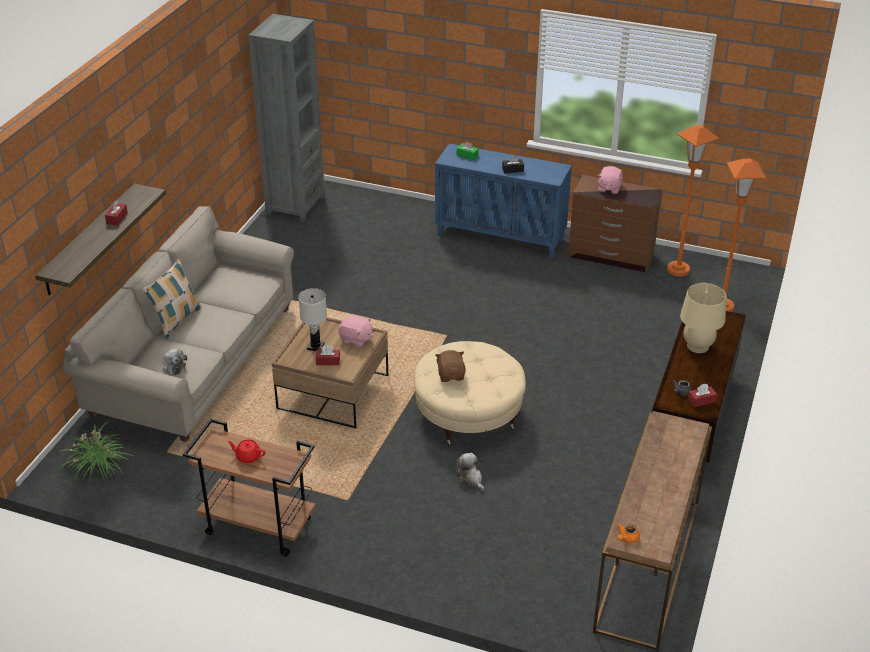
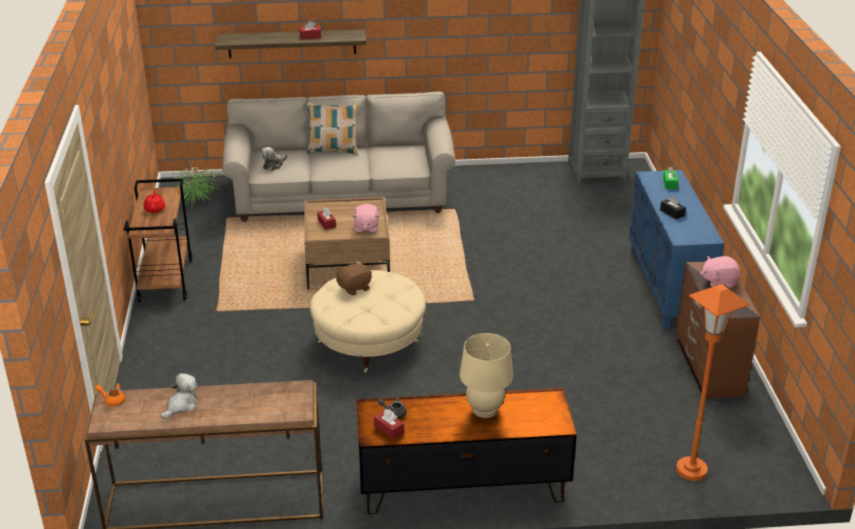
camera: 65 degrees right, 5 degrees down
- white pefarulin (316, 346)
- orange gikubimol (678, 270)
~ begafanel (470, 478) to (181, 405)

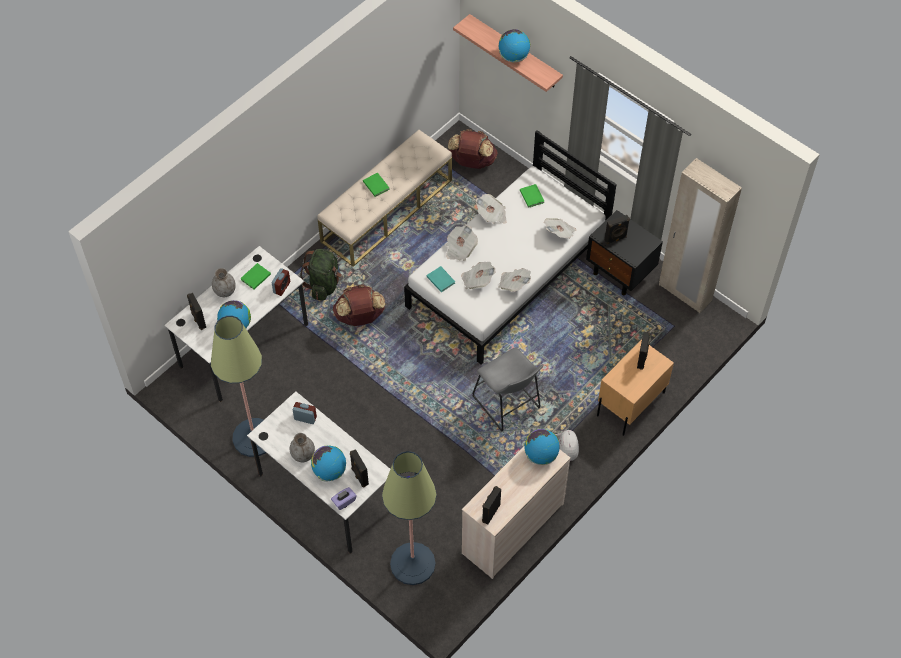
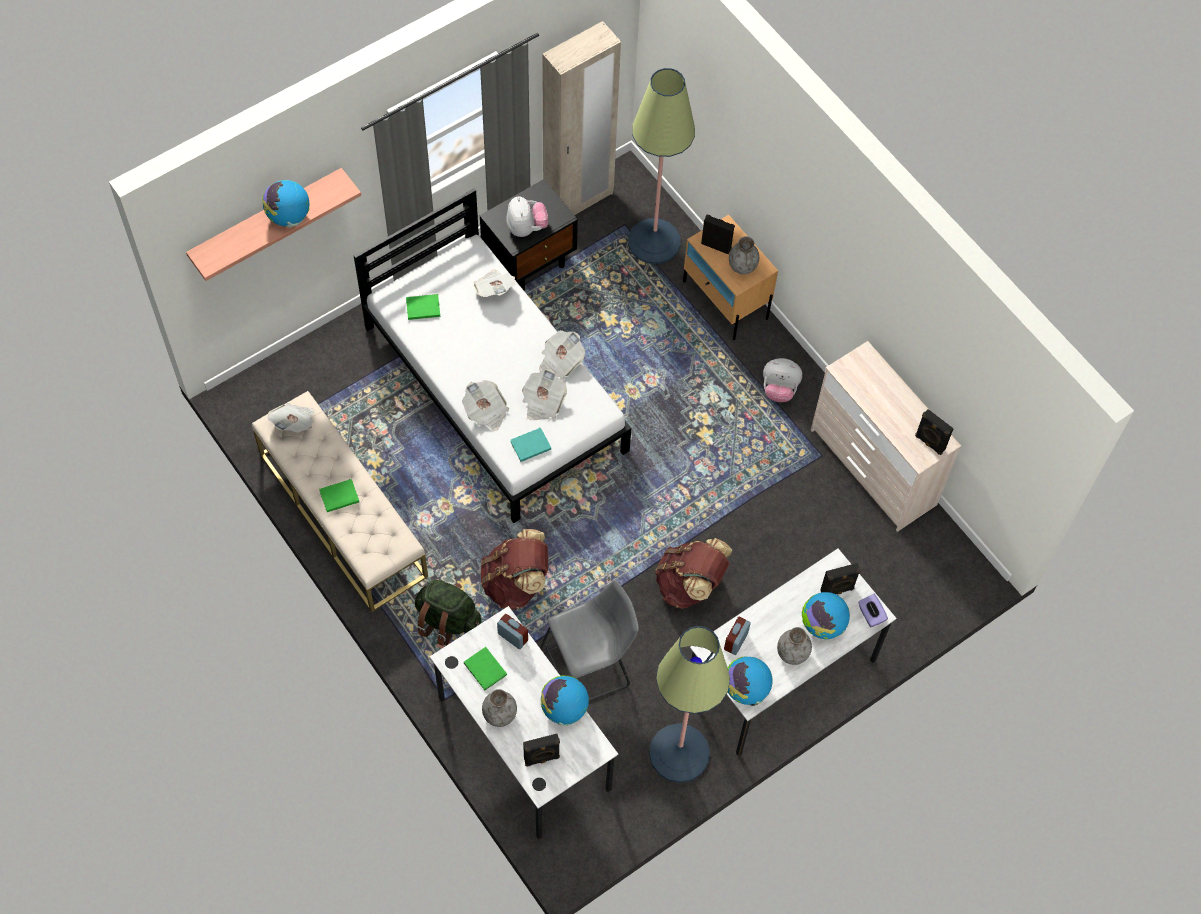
camera: 80 degrees left, 5 degrees up
+ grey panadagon (742, 266)
~ gikubimol (412, 564) to (654, 242)
~ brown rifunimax (472, 162) to (690, 585)
~ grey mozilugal (508, 405) to (589, 668)
~ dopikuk (491, 215) to (294, 423)
~ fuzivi (541, 455) to (746, 689)
~ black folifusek (615, 239) to begafanel (526, 228)

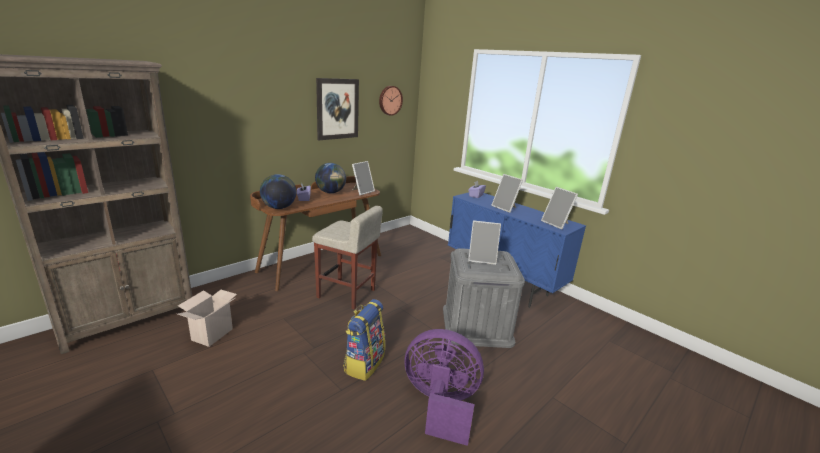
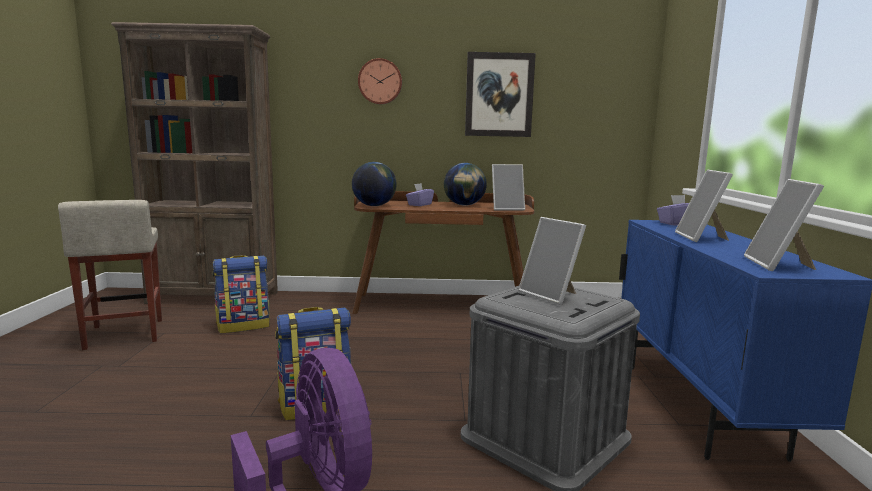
camera: 45 degrees right, 10 degrees down
~ beige mozilugal (347, 294) to (124, 334)
~ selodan (390, 100) to (380, 81)
~ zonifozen (212, 333) to rifunimax (244, 325)

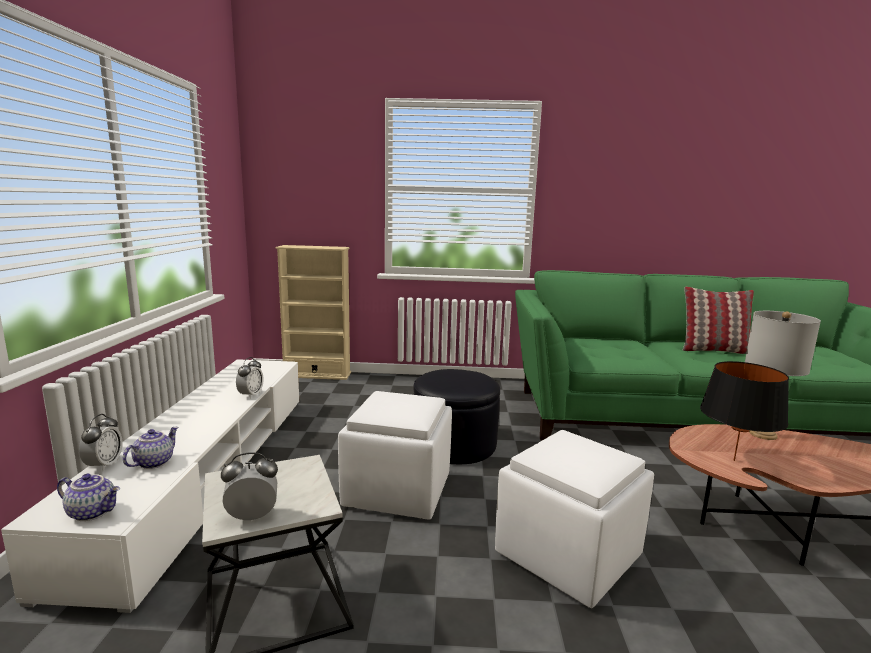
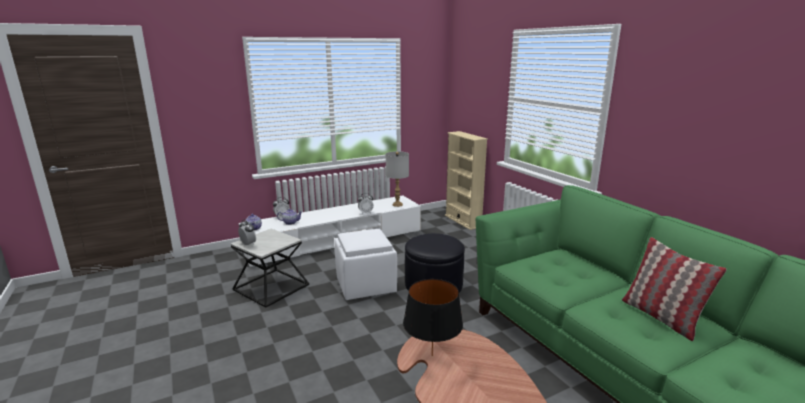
camera: 60 degrees right, 5 degrees up
- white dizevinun (567, 553)
~ grey pefarulin (763, 434) to (397, 204)

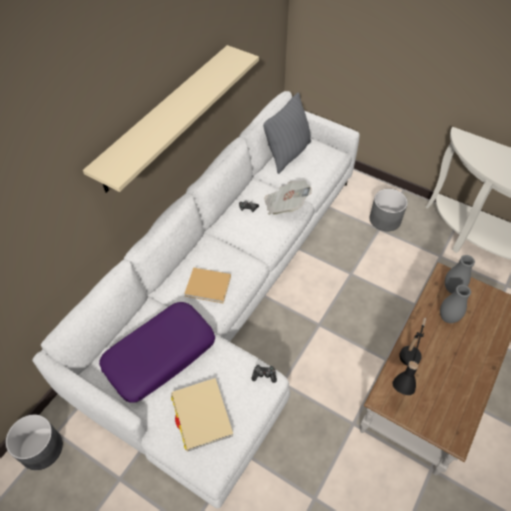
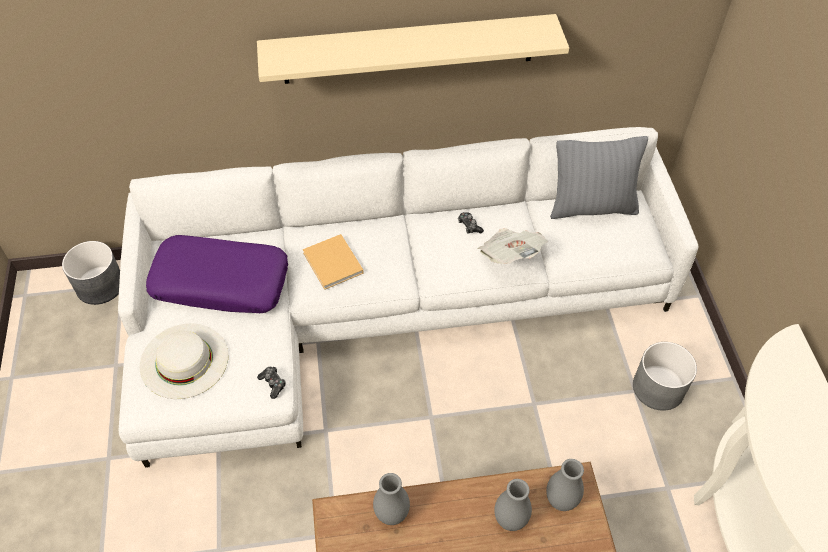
camera: 50 degrees right, 0 degrees up
~ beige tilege (201, 415) to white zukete (184, 360)
~ black pefarulin (405, 370) to grey panadagon (392, 514)

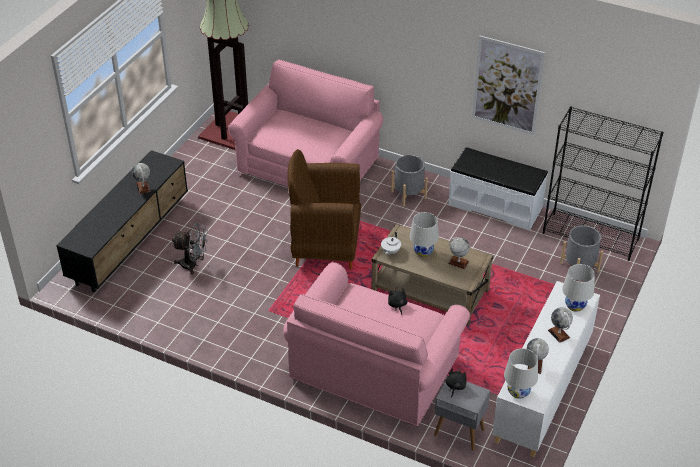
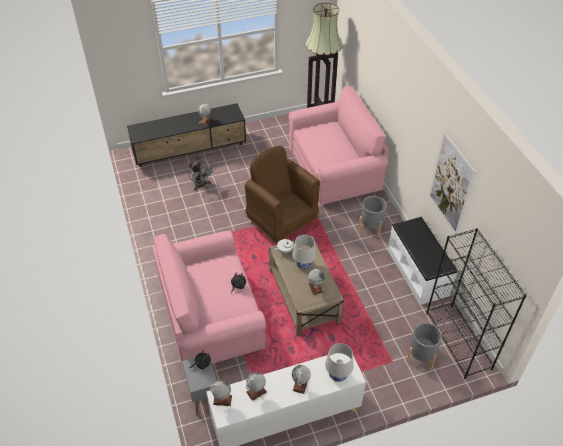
camera: 45 degrees right, 5 degrees up
~ white pefarulin (518, 392) to fuzivi (222, 400)

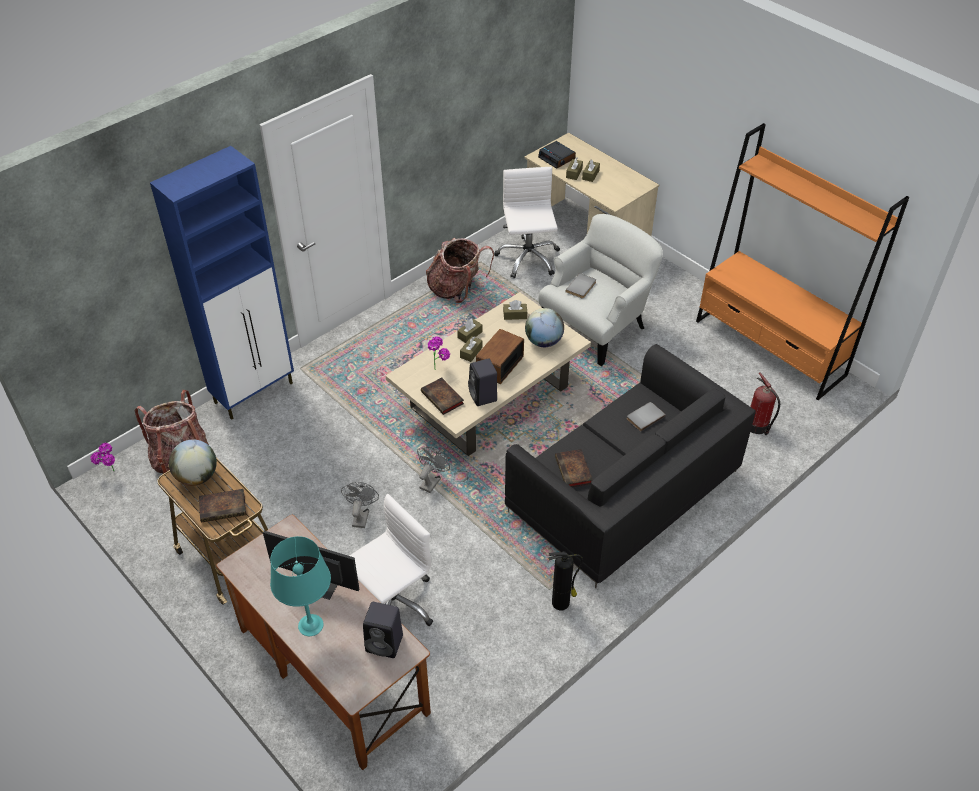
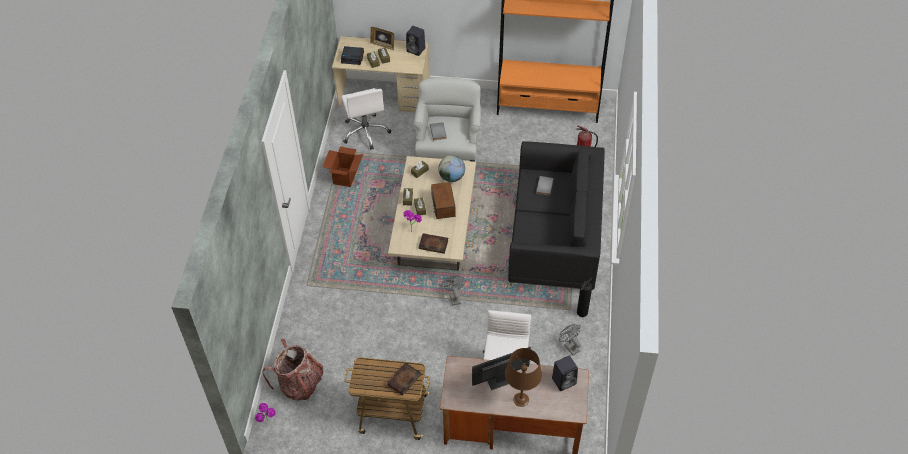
camera: 40 degrees left, 5 degrees up
- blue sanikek (255, 392)
- fuzivi (197, 477)
- tilege (574, 471)
+ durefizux (383, 45)
~ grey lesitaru (361, 516) to (569, 346)
~ black folifusek (483, 396) to (416, 50)
~ rifunimax (457, 289) to zonifozen (345, 177)
~ turquoise pefarulin (311, 625) to brown pefarulin (521, 399)
~ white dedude (527, 258) = (366, 132) 150 degrees counterclockwise

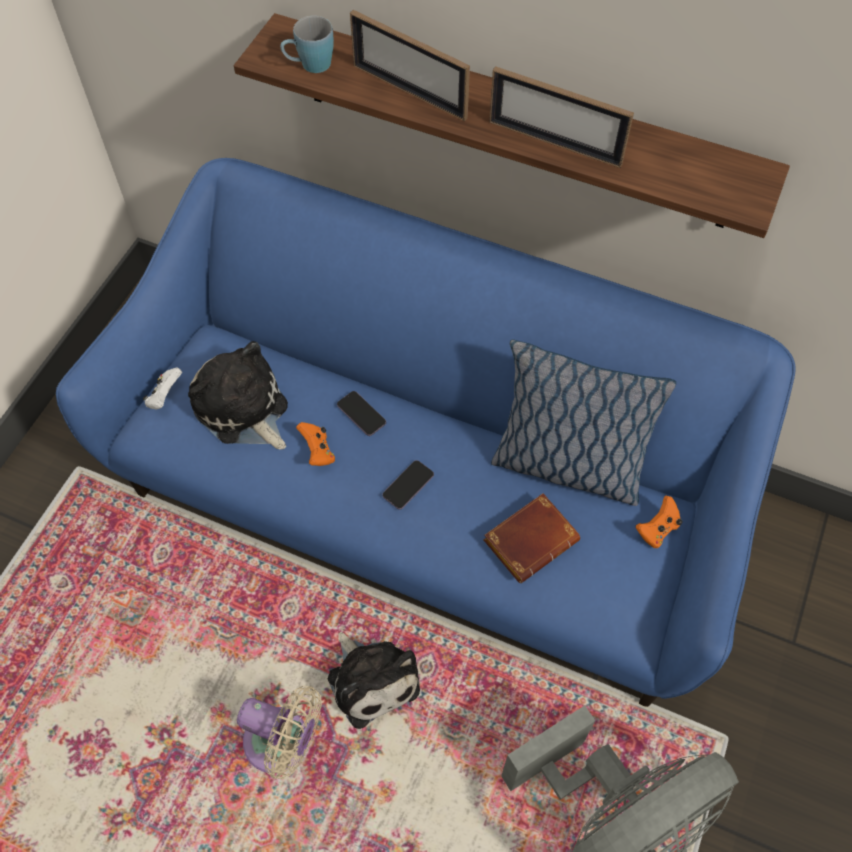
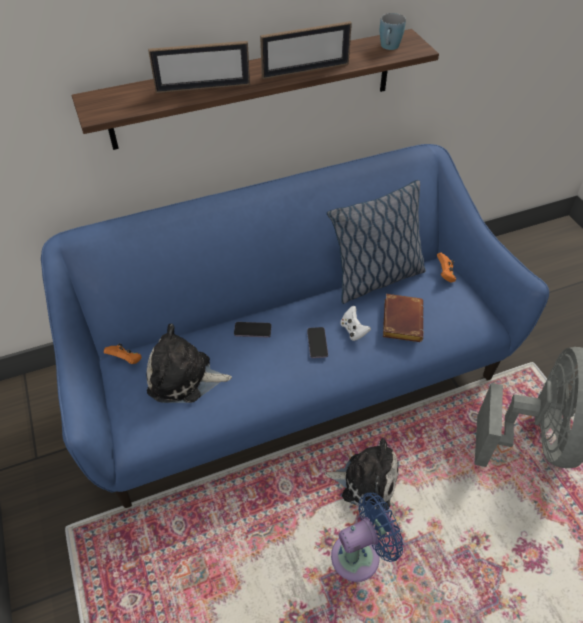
camera: 45 degrees left, 10 degrees down
~ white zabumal (165, 397) to (353, 330)
~ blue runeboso (309, 66) to (389, 47)
~ orange zabumal (318, 452) to (126, 360)
~ beige lesitaru (283, 743) to blue lesitaru (360, 555)

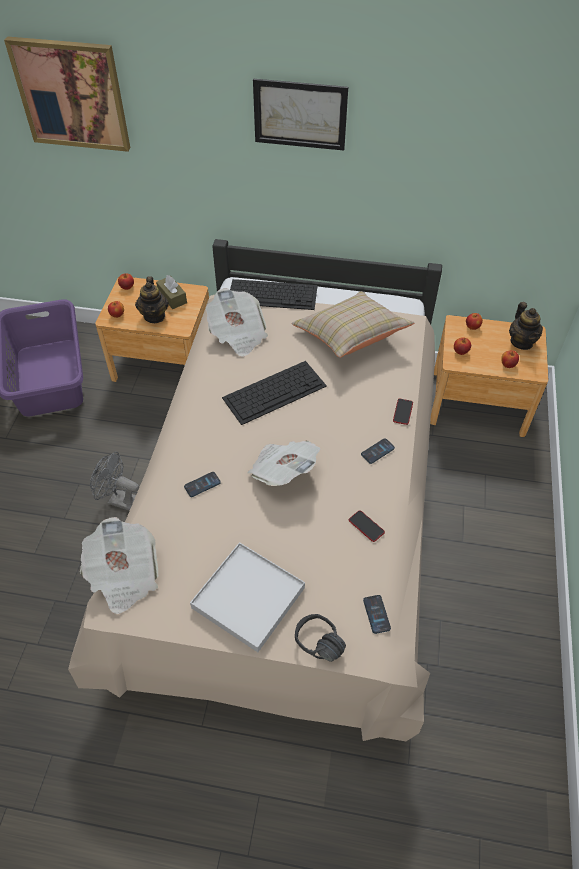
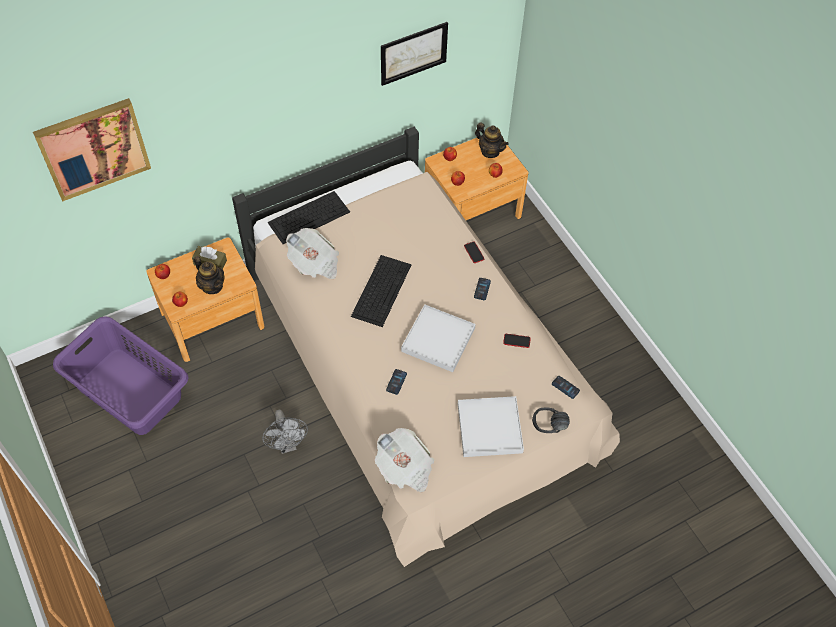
camera: 40 degrees left, 5 degrees up
- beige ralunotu (350, 337)
~ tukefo (300, 114) to (413, 53)
~ dopikuk (283, 471) to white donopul (438, 340)
~ grey lesitaru (119, 500) = (287, 445) 90 degrees counterclockwise

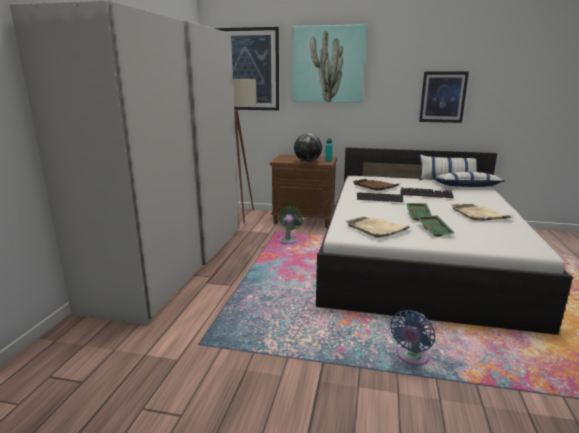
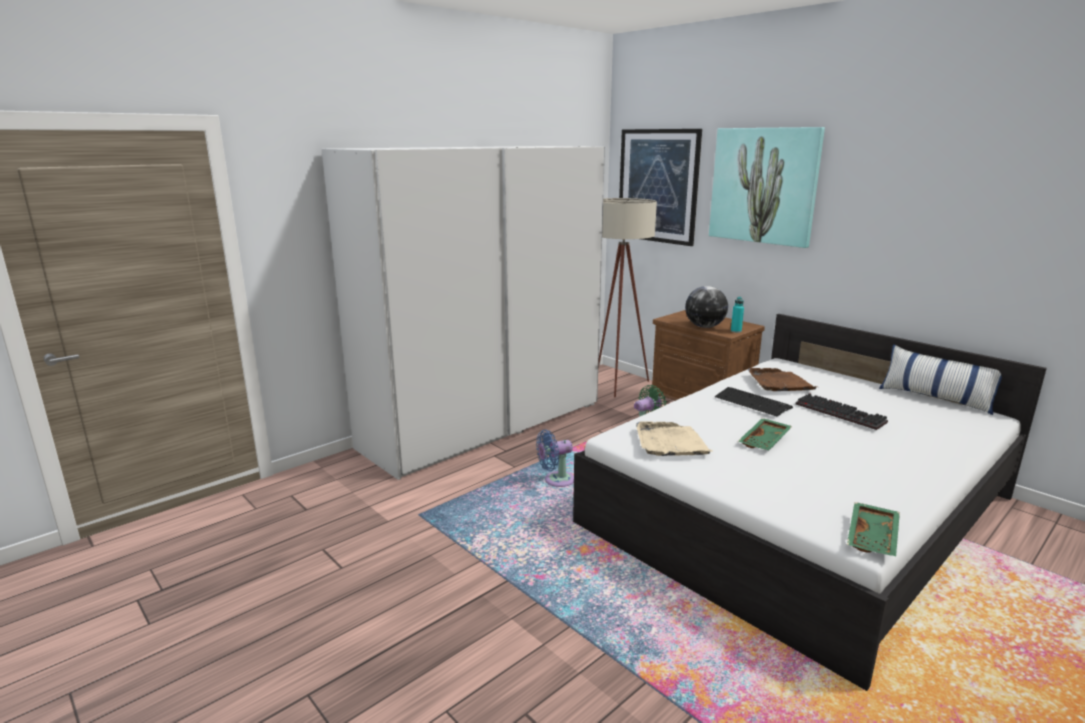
camera: 35 degrees right, 0 degrees up
- tukefo (443, 97)
- ralunotu (466, 186)
- beige donopul (478, 214)
~ blue lesitaru (411, 358) to (556, 480)
~ green donopul (435, 230) to (874, 537)

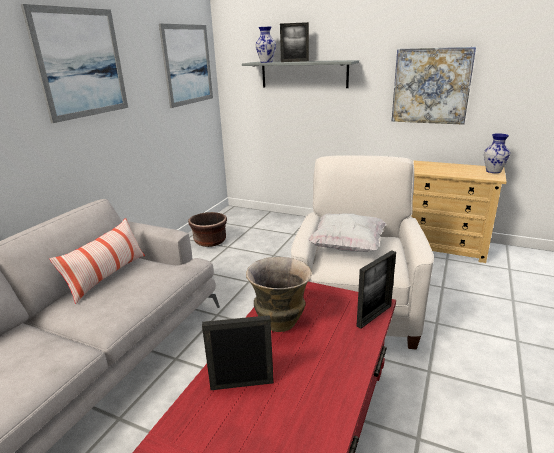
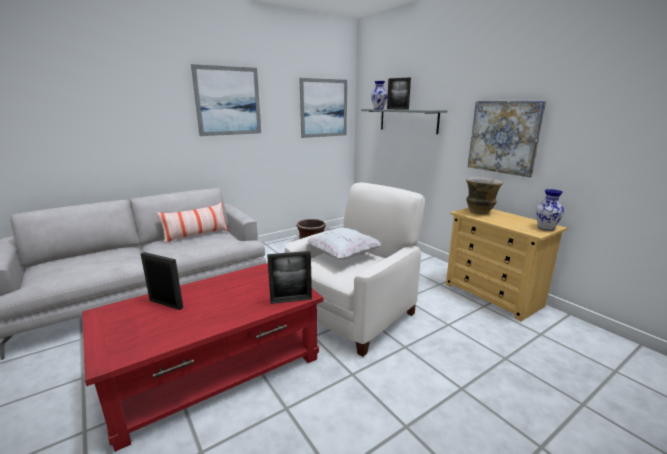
camera: 30 degrees right, 5 degrees down
~ panadagon (280, 322) to (479, 212)

